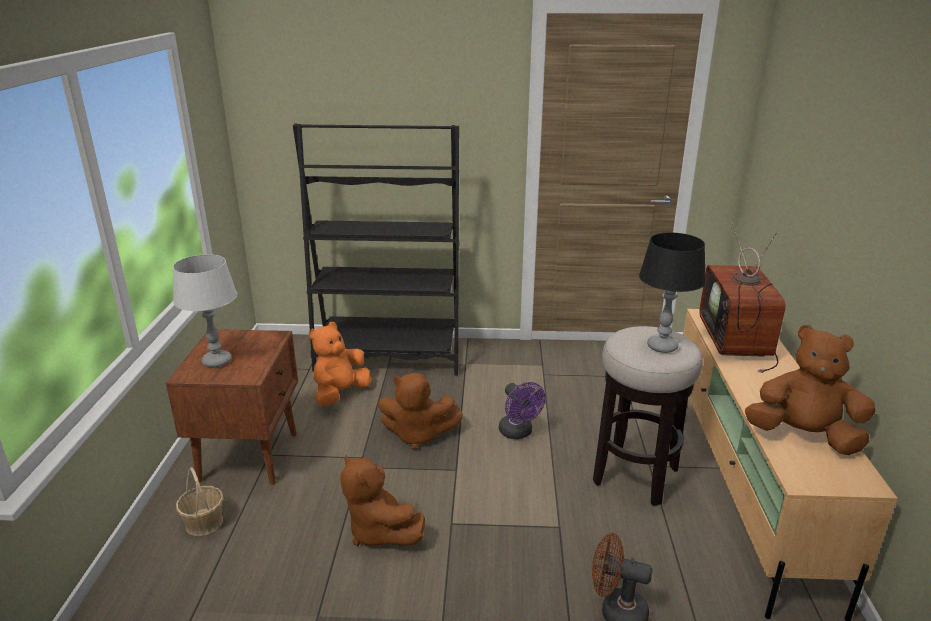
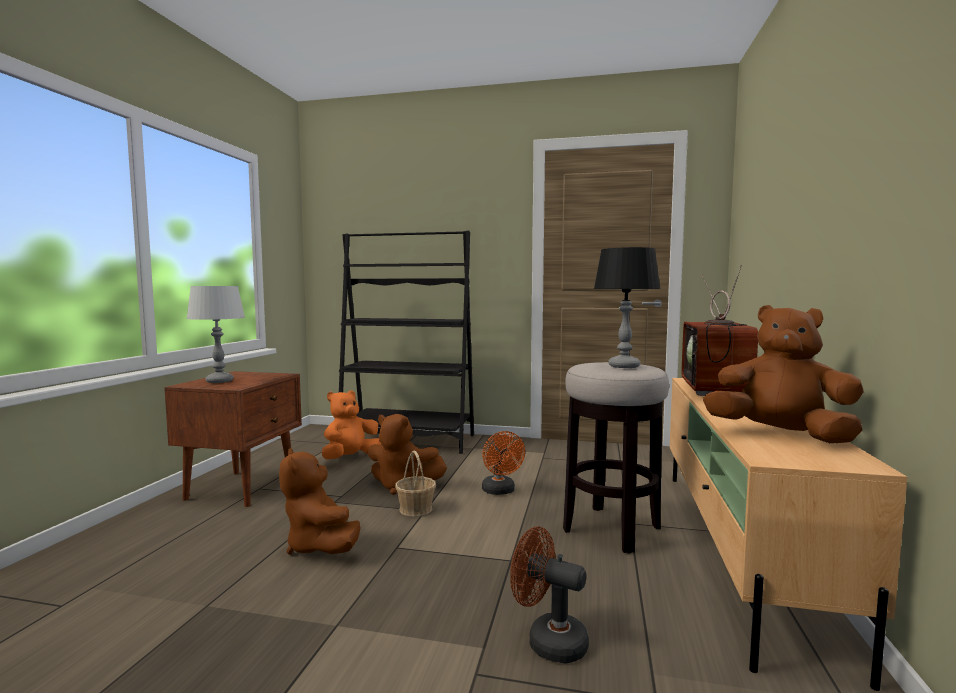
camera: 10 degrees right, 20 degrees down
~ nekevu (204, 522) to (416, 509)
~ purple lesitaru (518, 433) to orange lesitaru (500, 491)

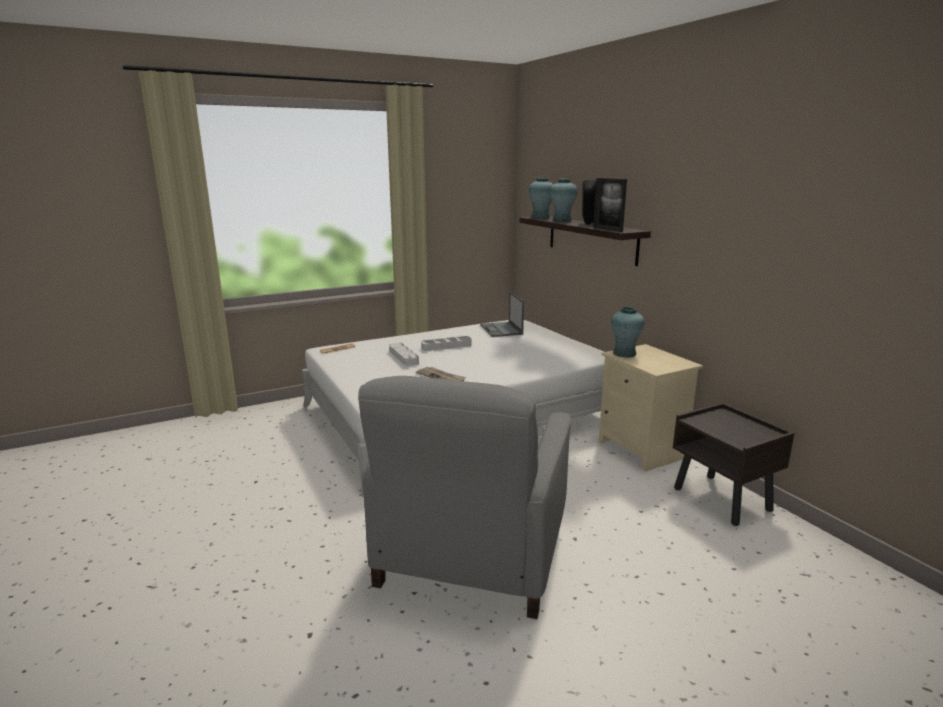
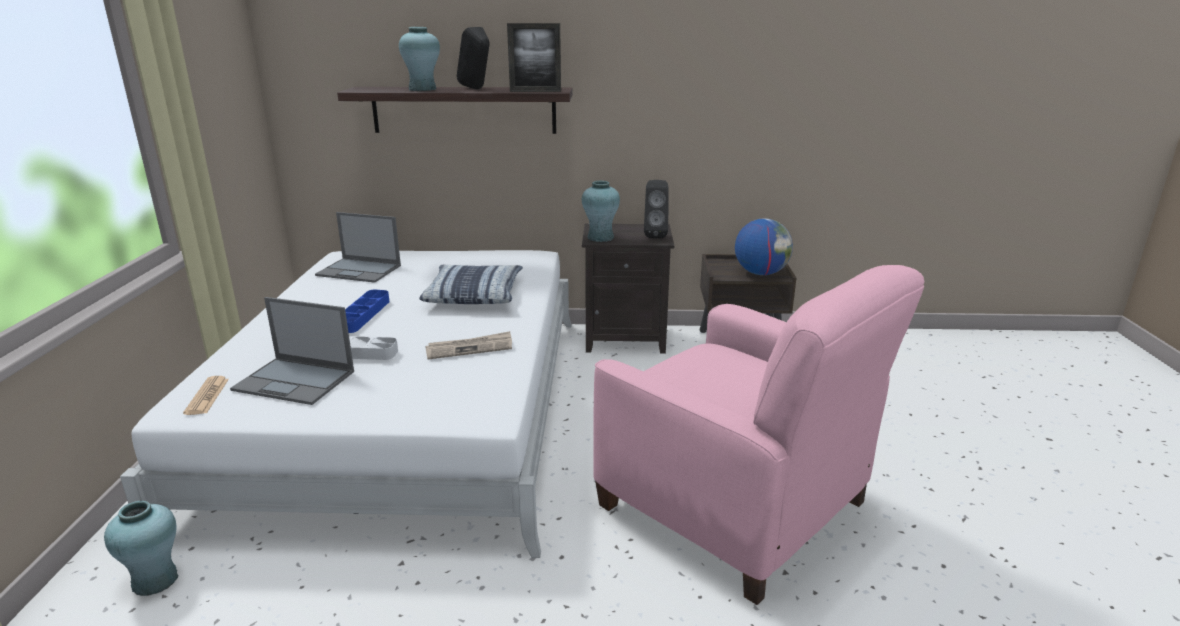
camera: 60 degrees left, 5 degrees up
+ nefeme (295, 381)
+ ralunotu (474, 294)
+ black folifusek (655, 235)
+ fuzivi (760, 273)
~ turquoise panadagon (540, 218) to (155, 580)
~ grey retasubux (471, 553) to pink retasubux (735, 505)
~ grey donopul (446, 346) to blue donopul (363, 315)
~ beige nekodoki (643, 450) to black nekodoki (626, 338)

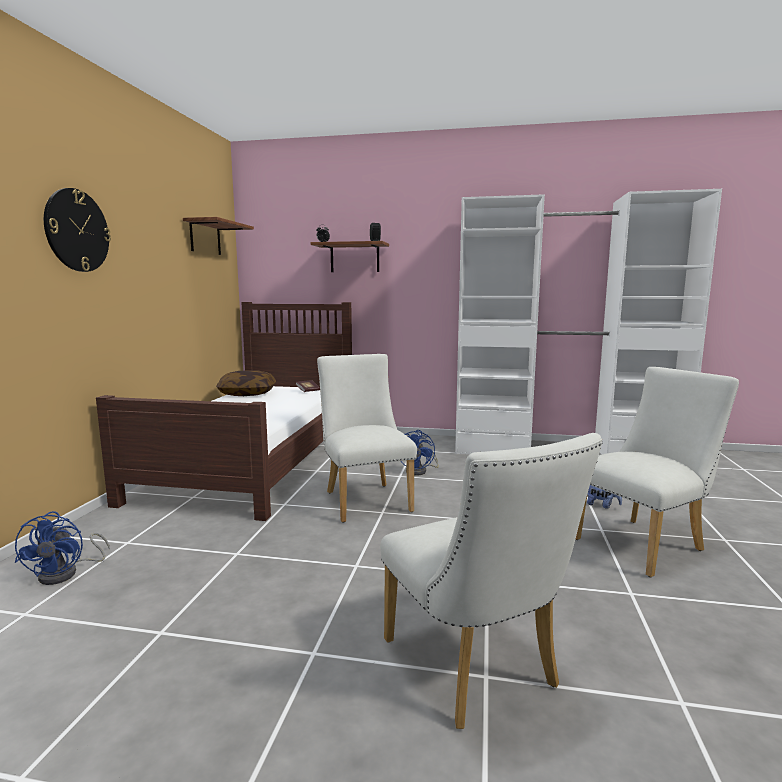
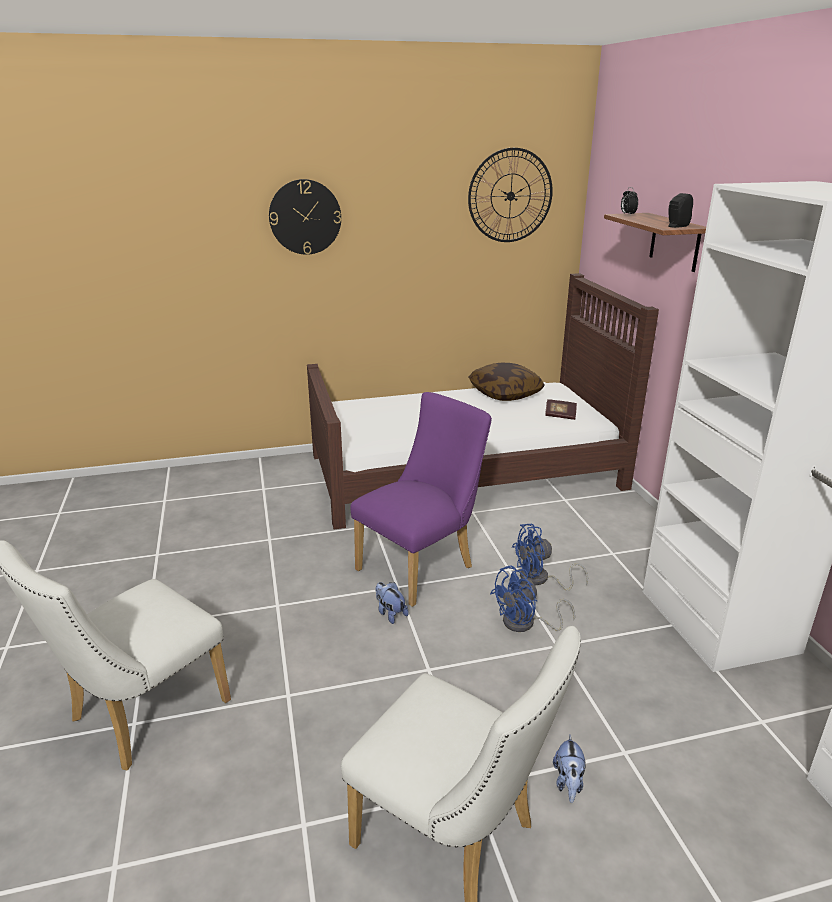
camera: 65 degrees right, 15 degrees up
+ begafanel (390, 613)
~ blue lesitaru (66, 573) to (525, 624)
~ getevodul (205, 238) to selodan (510, 196)
~ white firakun (365, 499) to purple firakun (421, 566)

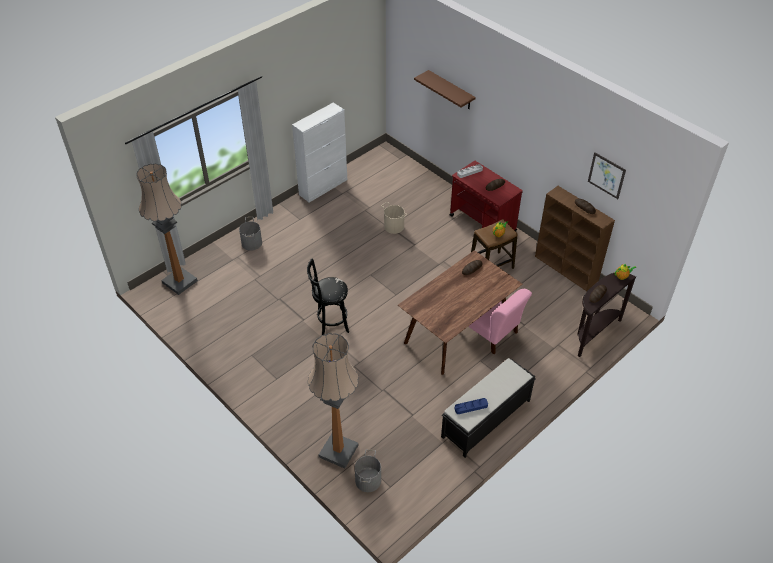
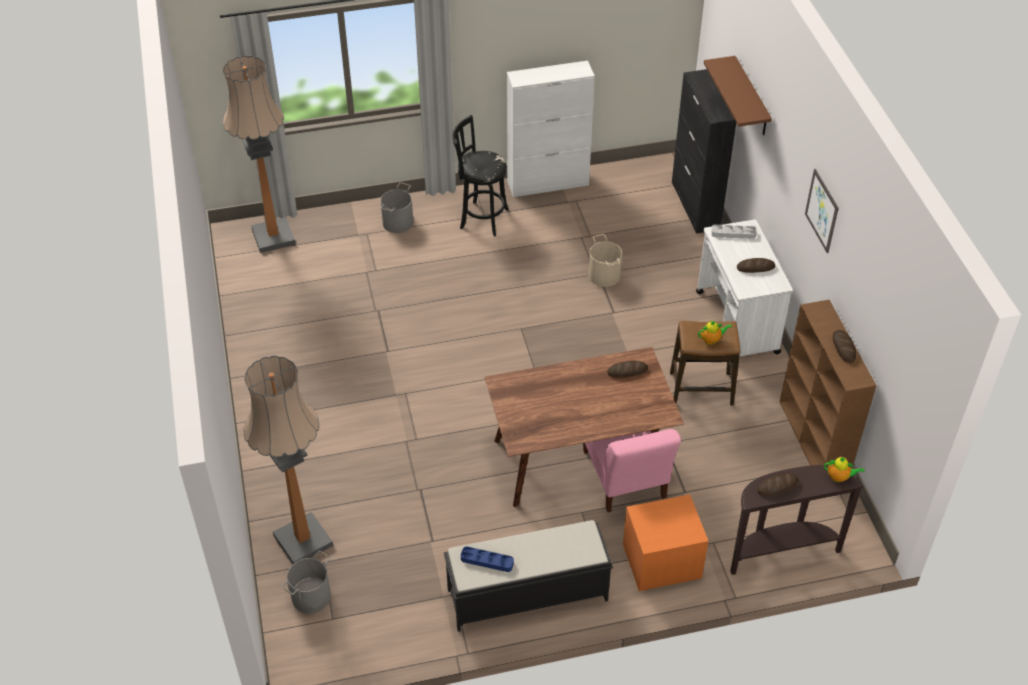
camera: 30 degrees right, 0 degrees up
+ orange nekodoki (661, 562)
+ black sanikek (695, 205)
~ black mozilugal (330, 323) to (481, 218)
~ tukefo (606, 175) to (822, 210)
~ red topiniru (483, 224) to white topiniru (737, 323)

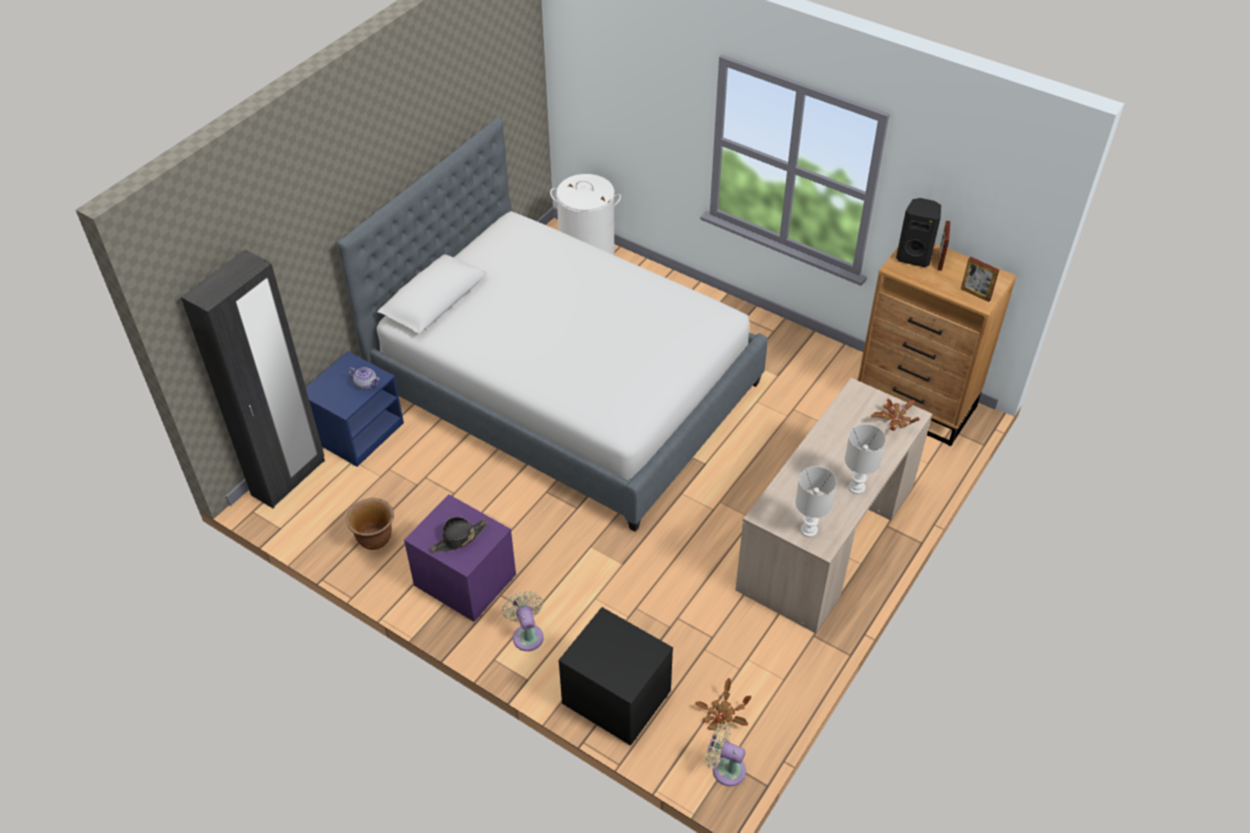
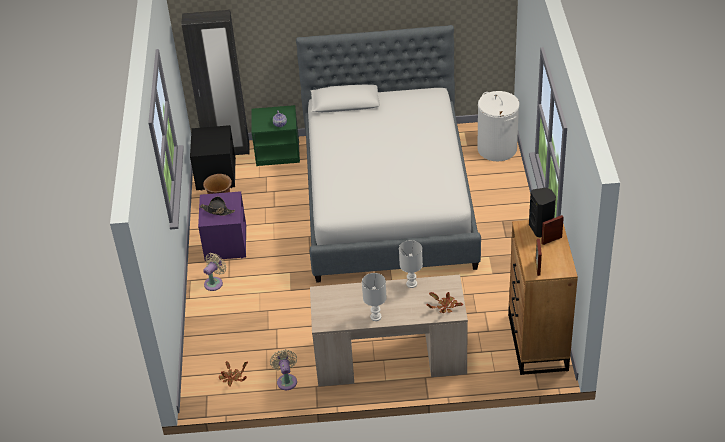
camera: 55 degrees right, 5 degrees down
~ black nekodoki (615, 698) to (215, 174)
~ beige lesitaru (725, 768) to (286, 380)
~ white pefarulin (809, 531) to (411, 284)
~ blue nekodoki (358, 431) to green nekodoki (278, 152)

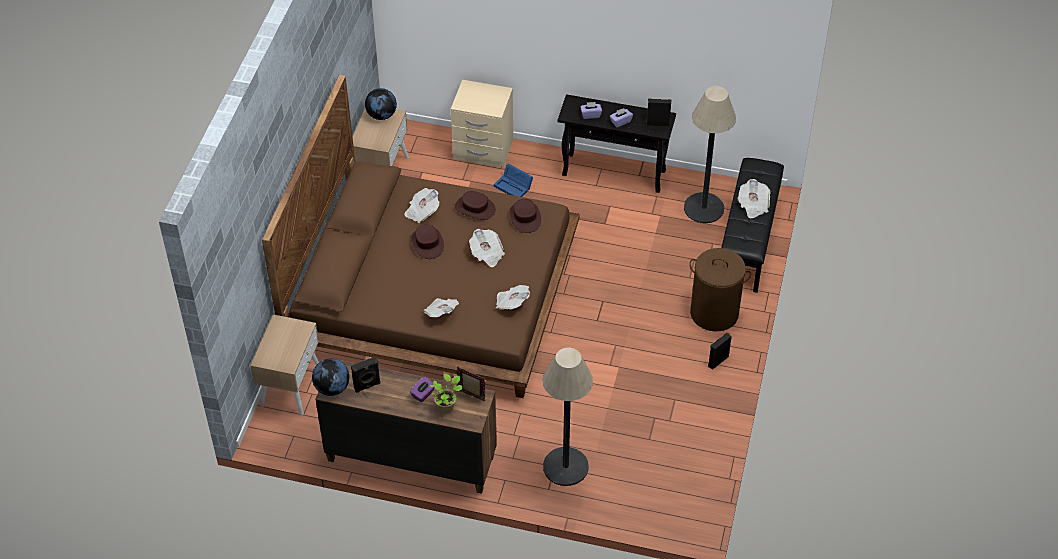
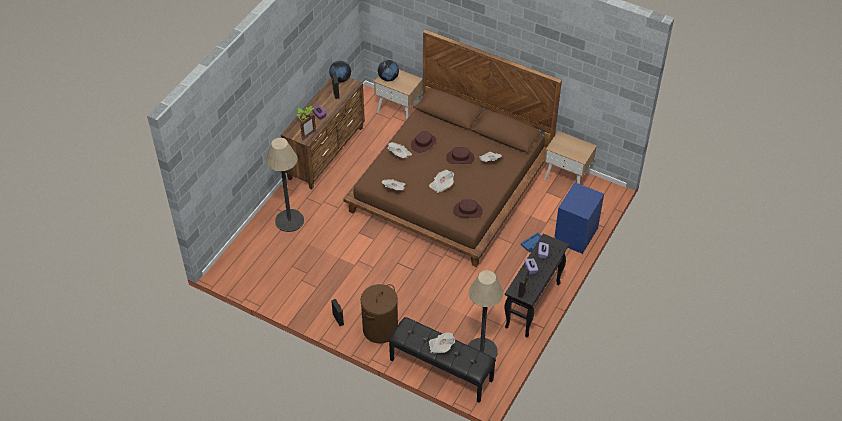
camera: 105 degrees right, 0 degrees up
~ fuzivi (381, 115) to (388, 78)
~ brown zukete (475, 208) to (423, 143)
~ beige nekodoki (483, 150) to blue nekodoki (575, 235)

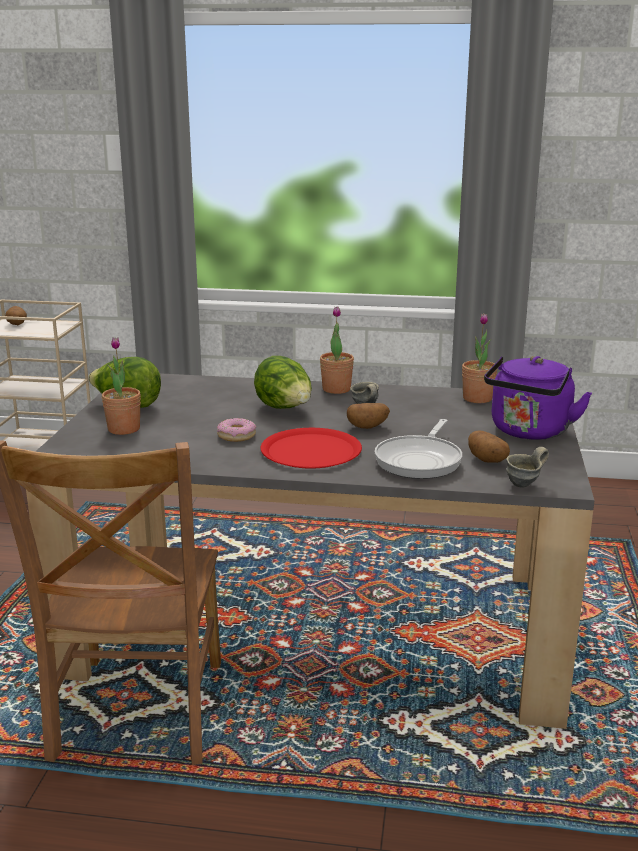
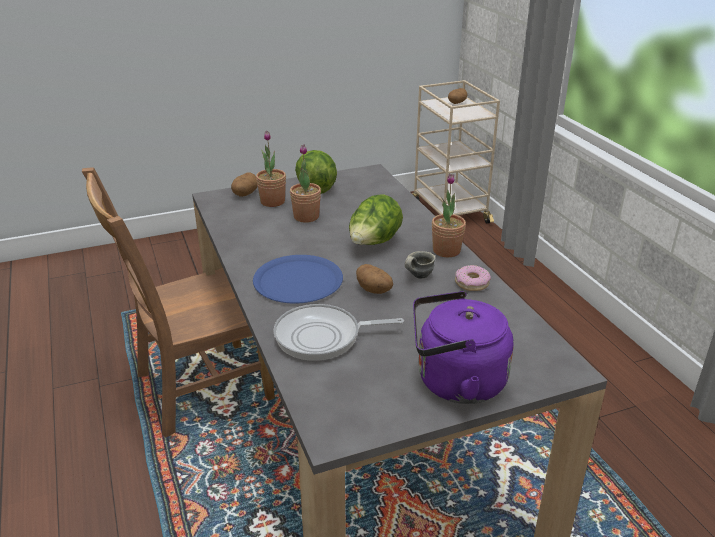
camera: 60 degrees right, 10 degrees up
- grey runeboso (526, 485)
~ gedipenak (236, 436) to (471, 283)
~ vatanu (477, 398) to (306, 217)
~ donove (488, 460) to (245, 194)
~ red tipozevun (311, 451) to blue tipozevun (298, 281)

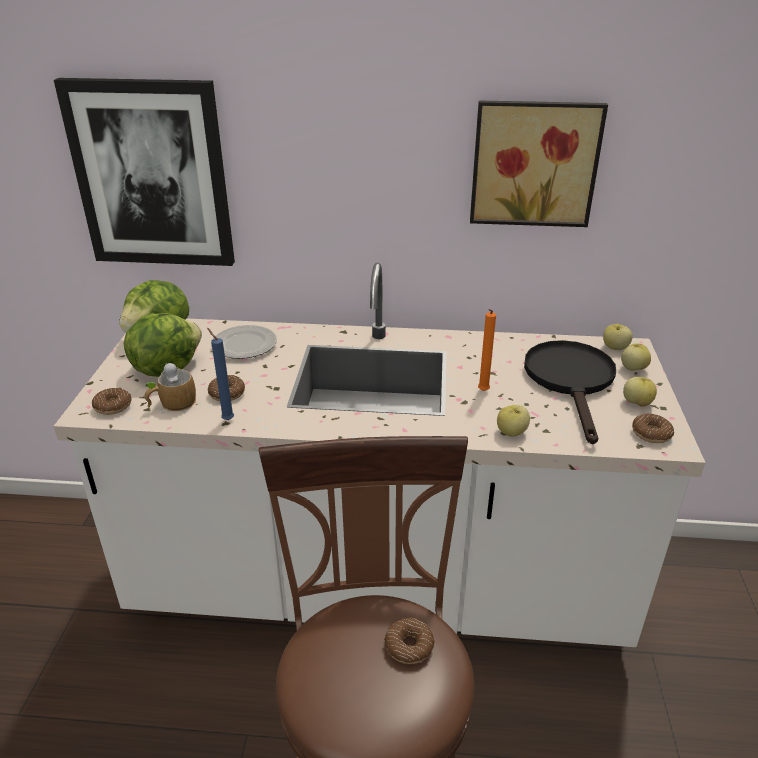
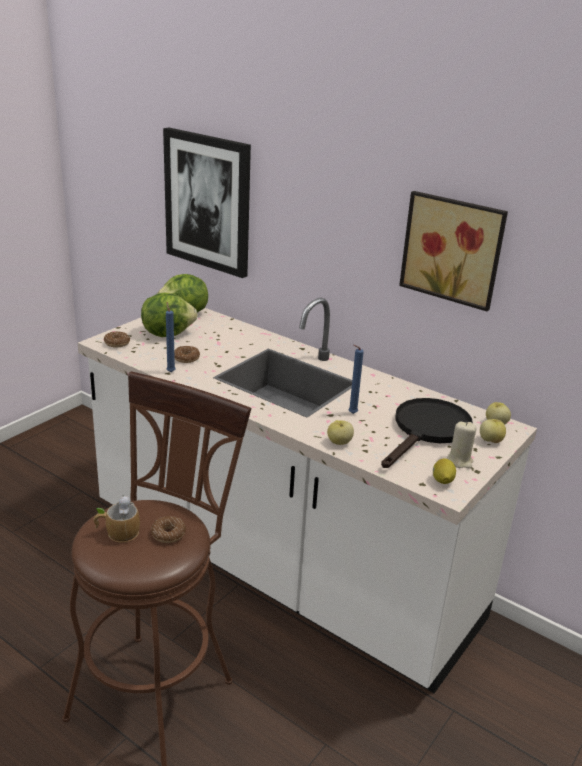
camera: 30 degrees right, 5 degrees down
- tipozevun (245, 345)
~ runeboso (172, 403) to (117, 532)
~ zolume (637, 403) to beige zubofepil (460, 461)
~ gedipenak (651, 434) to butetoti (442, 481)
~ orange zubofepil (482, 392) to blue zubofepil (351, 414)

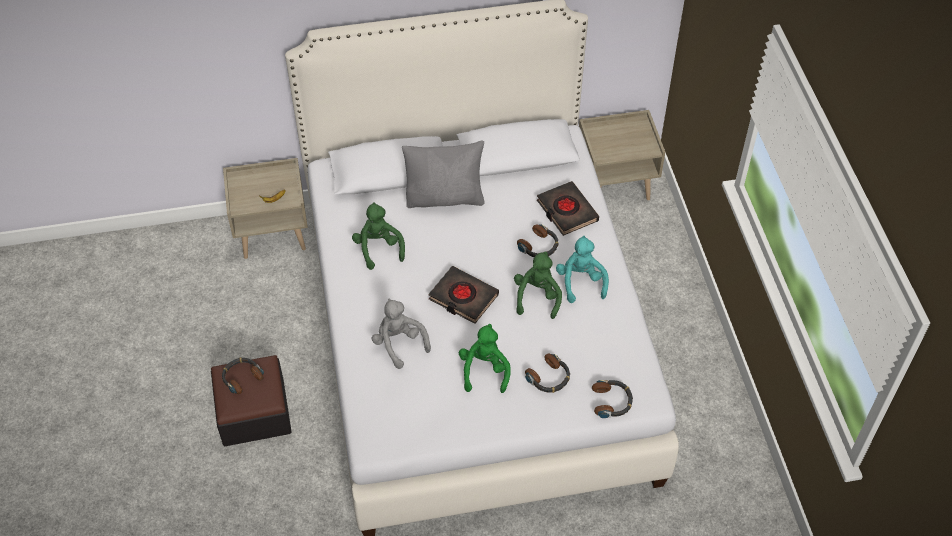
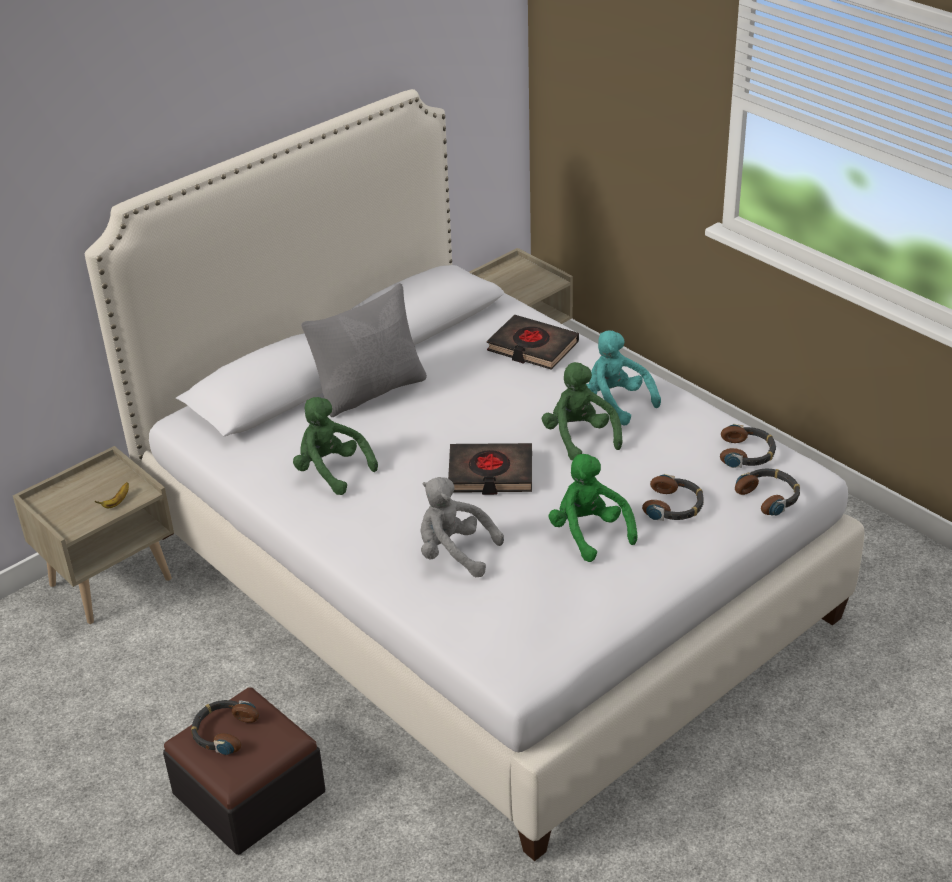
camera: 30 degrees left, 15 degrees down
~ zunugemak (539, 246) to (747, 453)

